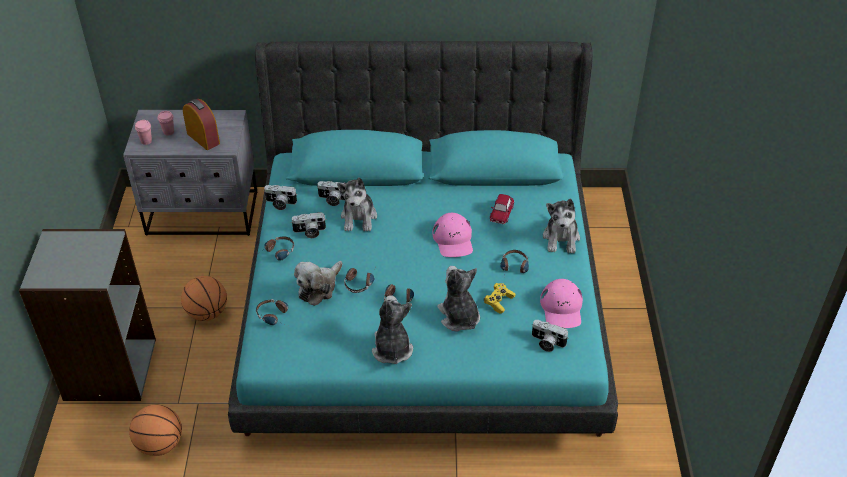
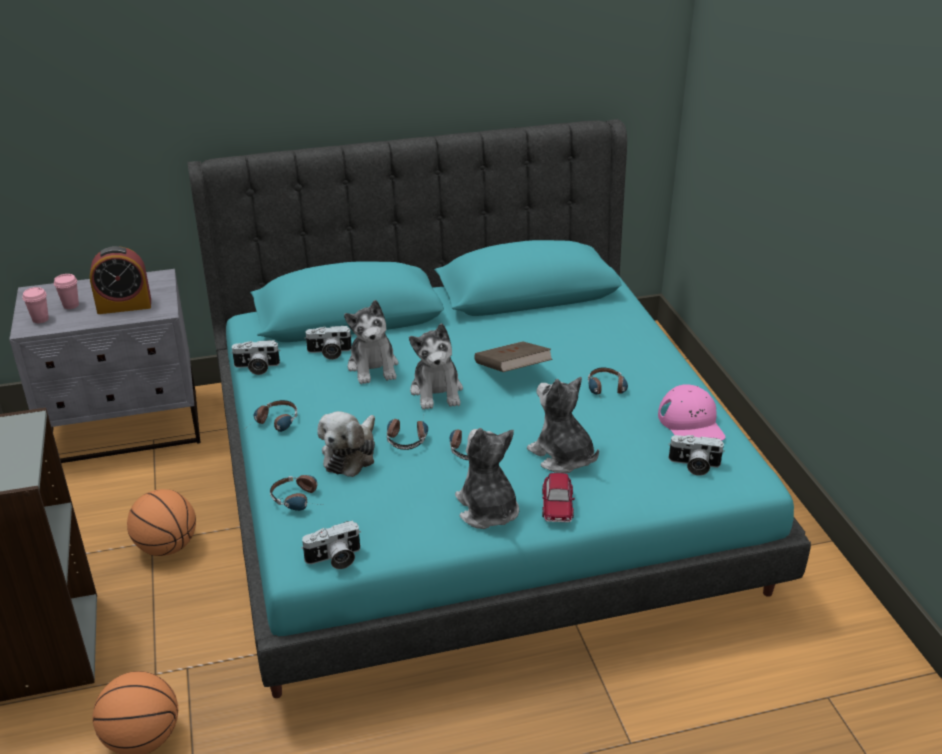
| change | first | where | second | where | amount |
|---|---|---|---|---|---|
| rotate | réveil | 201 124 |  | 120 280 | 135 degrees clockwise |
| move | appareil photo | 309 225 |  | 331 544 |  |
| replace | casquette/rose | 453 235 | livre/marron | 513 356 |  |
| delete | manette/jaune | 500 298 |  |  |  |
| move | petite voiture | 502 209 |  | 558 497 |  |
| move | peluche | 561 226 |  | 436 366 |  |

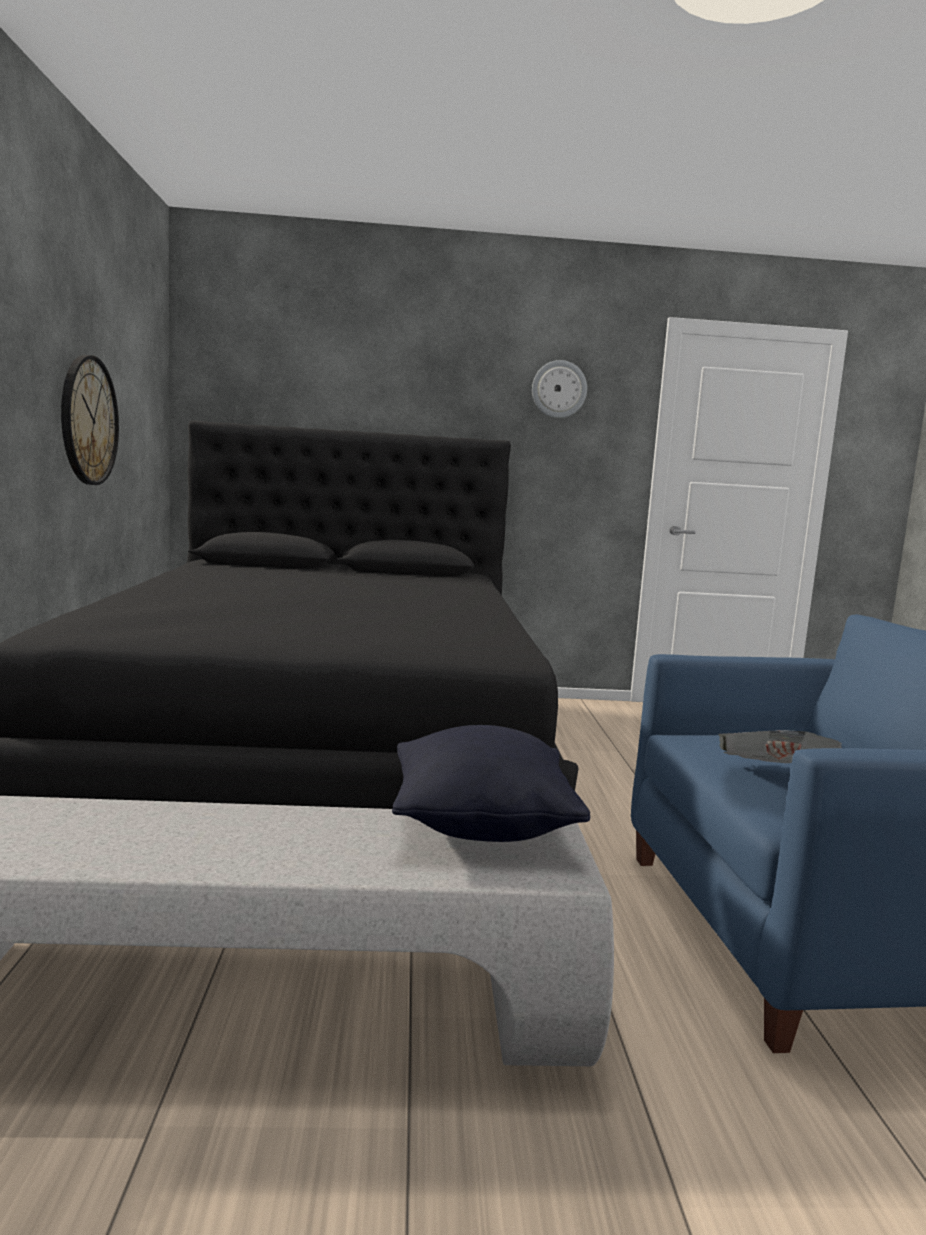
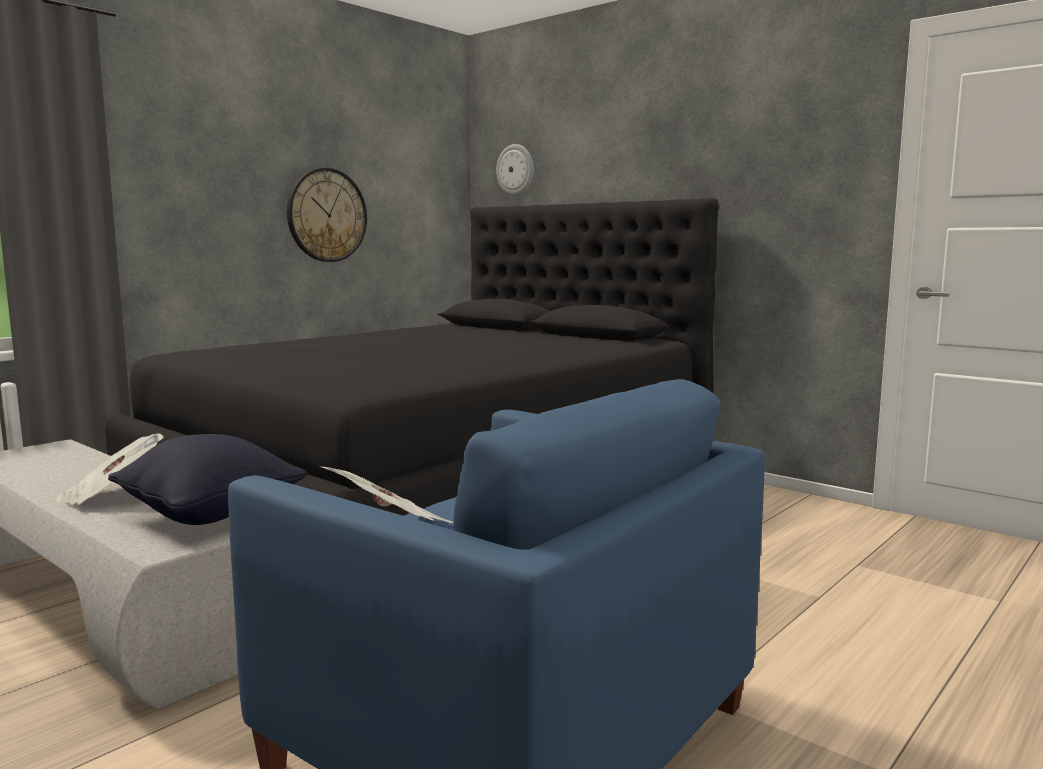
| change | first | where | second | where | amount |
|---|---|---|---|---|---|
| move | horloge murale | 559 389 |  | 515 169 |  |
| insert |  |  | journal | 109 469 |  |

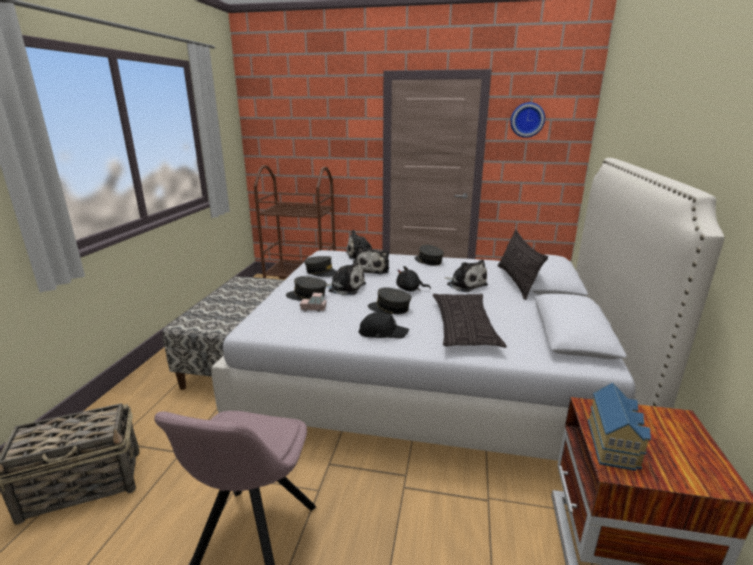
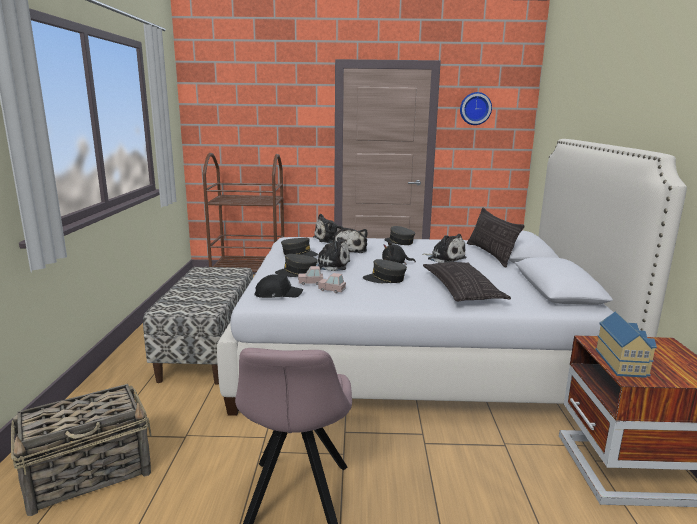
| change | first | where | second | where | amount |
|---|---|---|---|---|---|
| move | casquette/noir | 384 325 |  | 278 286 |  |
| insert |  |  | petite voiture/rose | 332 283 |  |

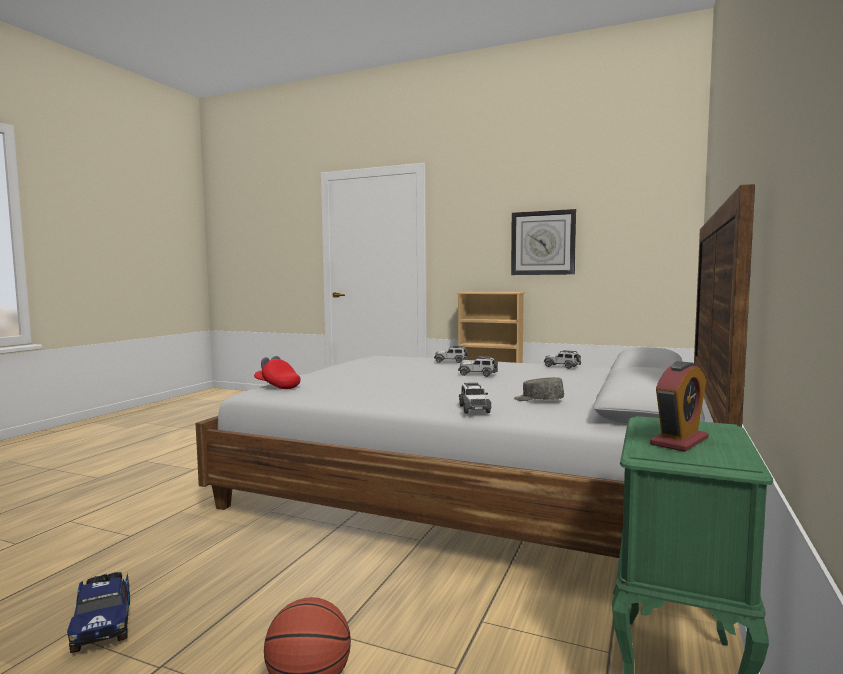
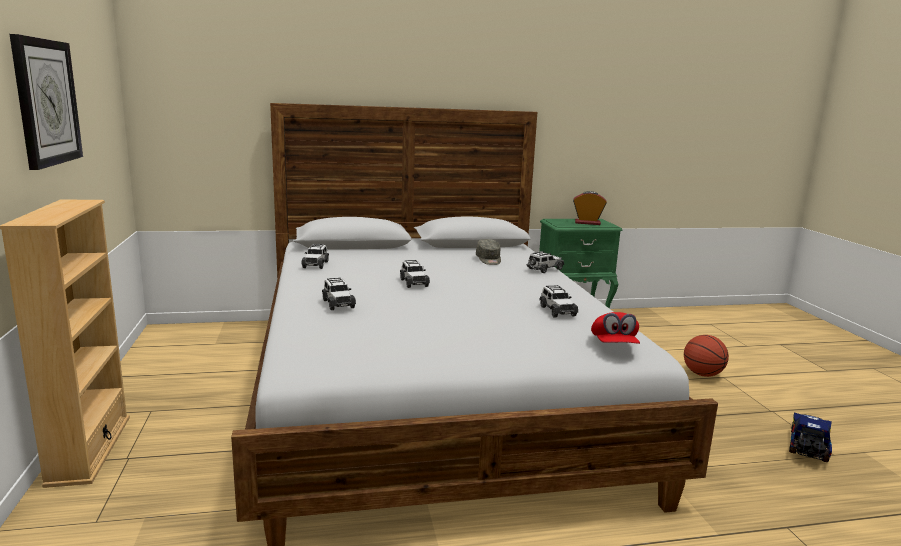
| change | first | where | second | where | amount |
|---|---|---|---|---|---|
| insert |  |  | petite voiture | 559 301 |  |

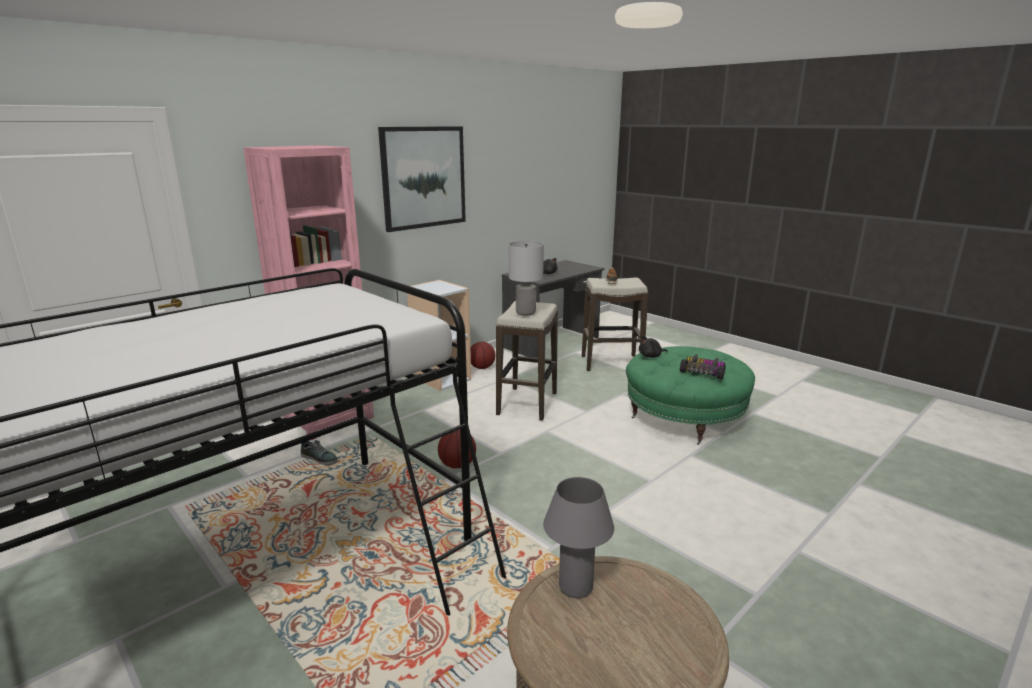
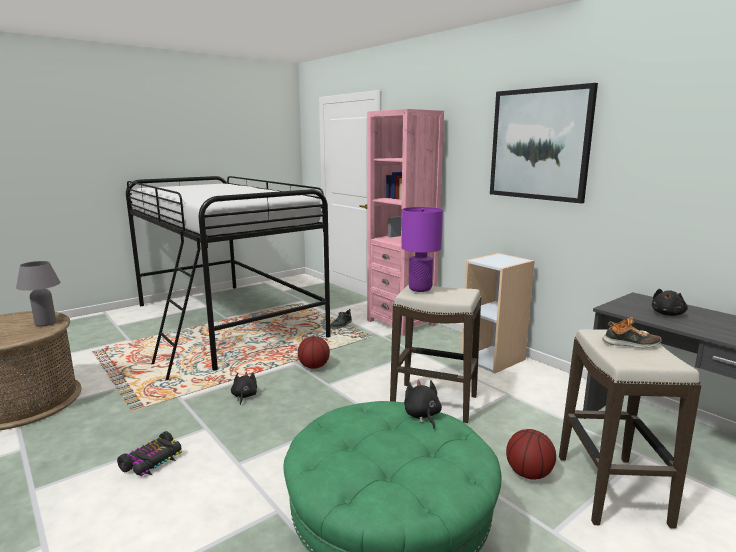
| change | first | where | second | where | amount |
|---|---|---|---|---|---|
| move | ballon de basket | 483 355 |  | 531 454 |  |
| recolor | lampe de table/gris | 526 278 | lampe de table/violet | 422 249 |  |
| move | petite voiture | 703 367 |  | 149 453 |  |
| insert |  |  | peluche/noir | 244 388 |  |

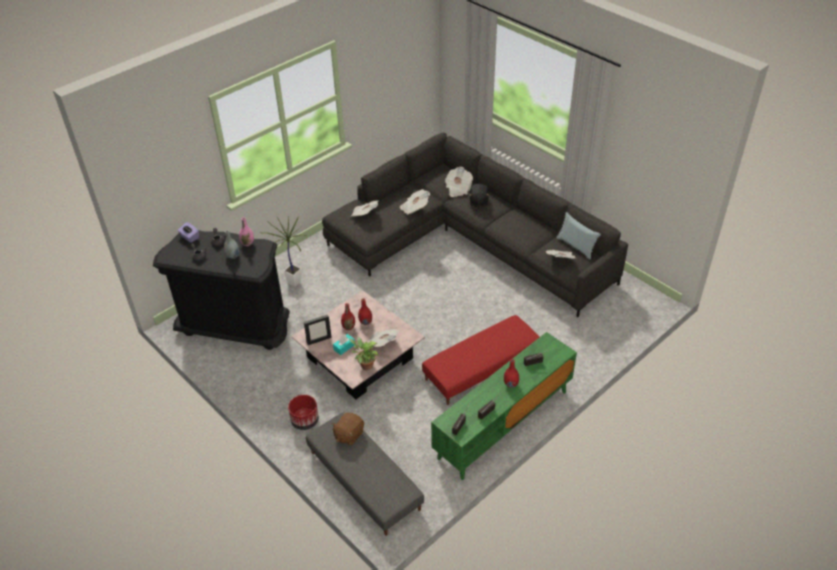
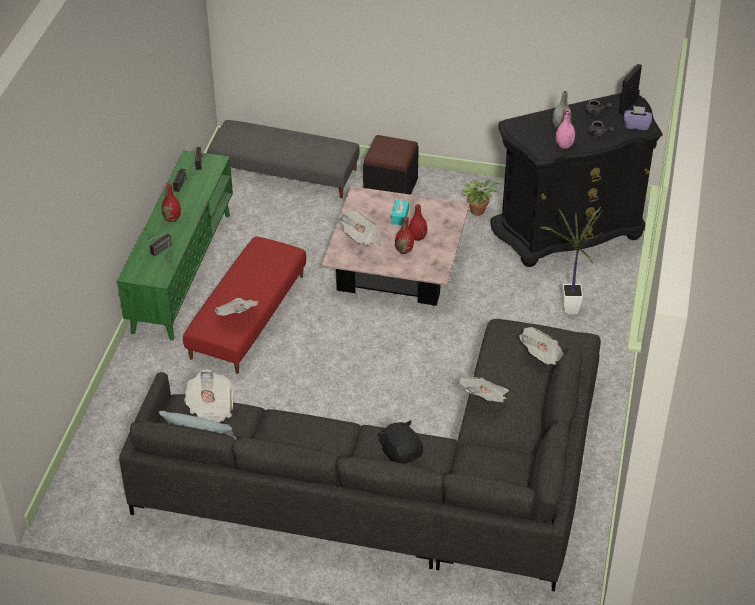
| change | first | where | second | where | amount |
|---|---|---|---|---|---|
| replace | cache-pot/rouge | 303 412 | pouf/noir | 391 165 |  |
| move | cadre photo | 318 330 |  | 630 89 |  |
| delete | peluche/marron | 348 429 |  |  |  |
| move | plante en pot | 364 353 |  | 482 198 |  |
| move | journal | 459 182 |  | 236 307 |  |

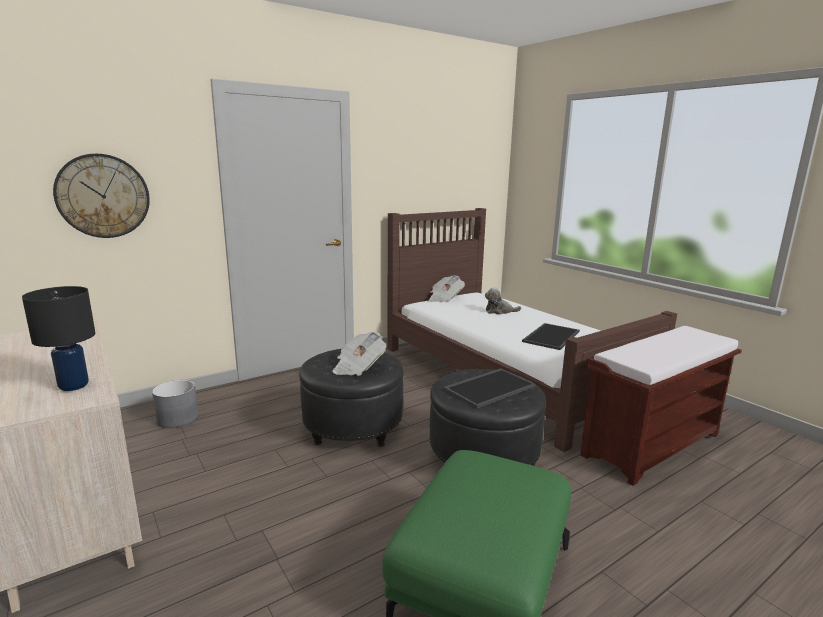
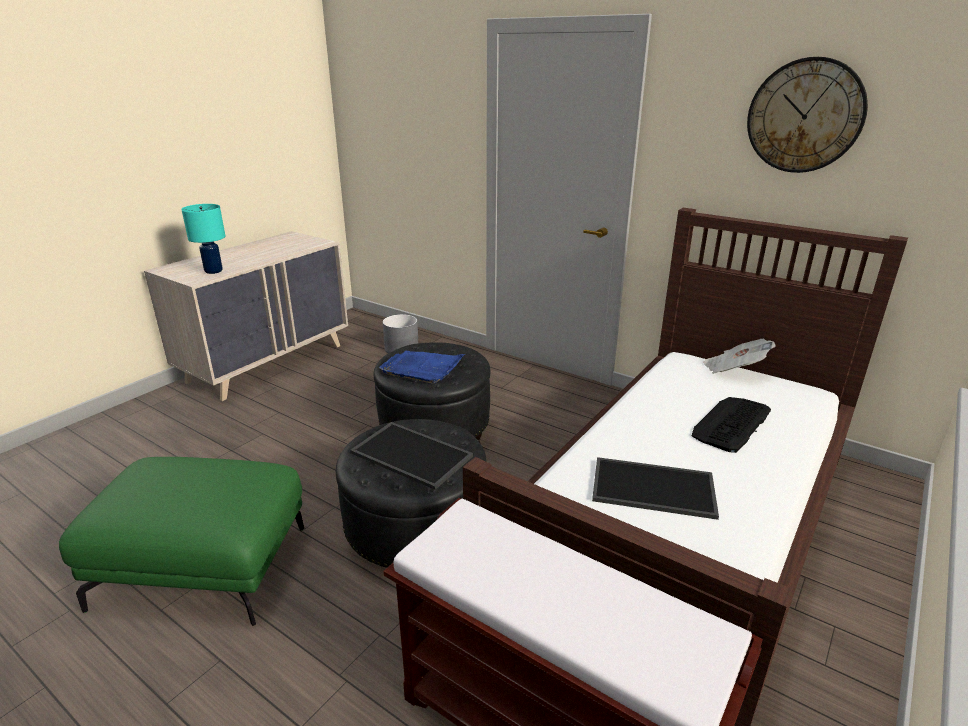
| change | first | where | second | where | amount |
|---|---|---|---|---|---|
| recolor | lampe de table/noir | 58 338 | lampe de table/turquoise | 203 239 |  |
| move | horloge murale | 101 196 |  | 807 115 |  |
| replace | journal | 359 354 | plateau/bleu | 422 367 |  |
| replace | peluche | 503 301 | clavier | 731 425 |  |

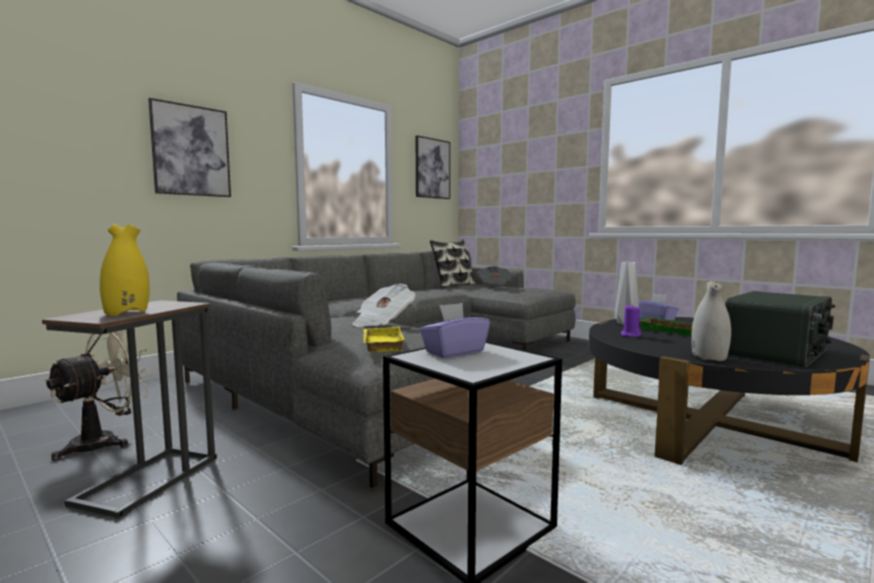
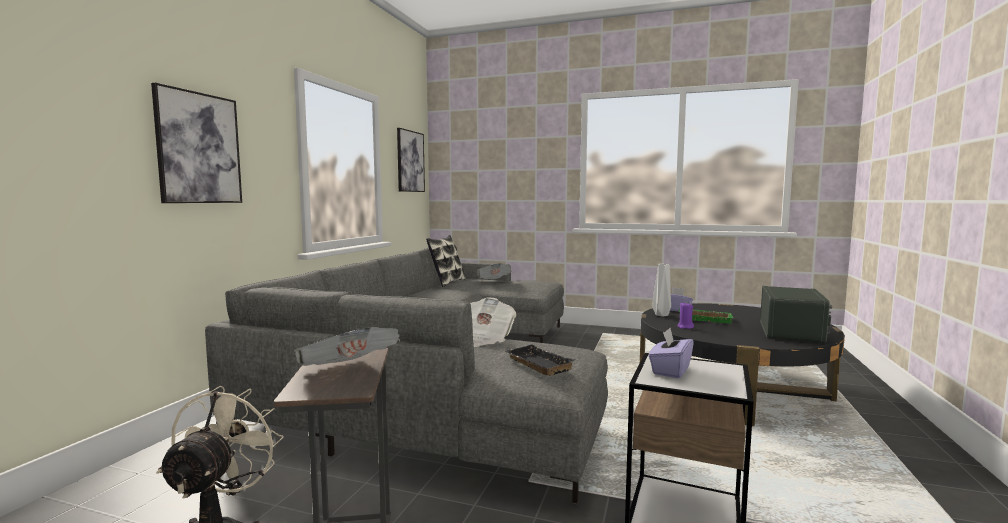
| change | first | where | second | where | amount |
|---|---|---|---|---|---|
| replace | vase/jaune | 125 270 | journal | 347 346 |  |
| recolor | plateau/jaune | 384 339 | plateau/noir | 540 360 |  |
| delete | vase/blanc | 711 321 |  |  |  |

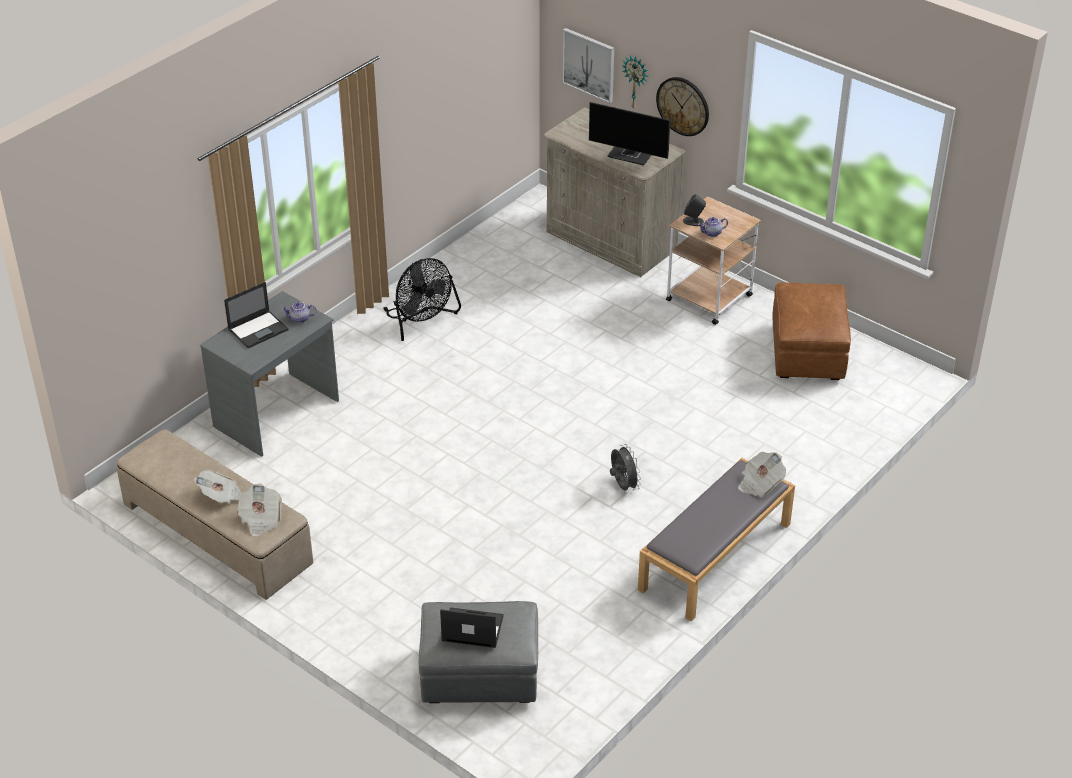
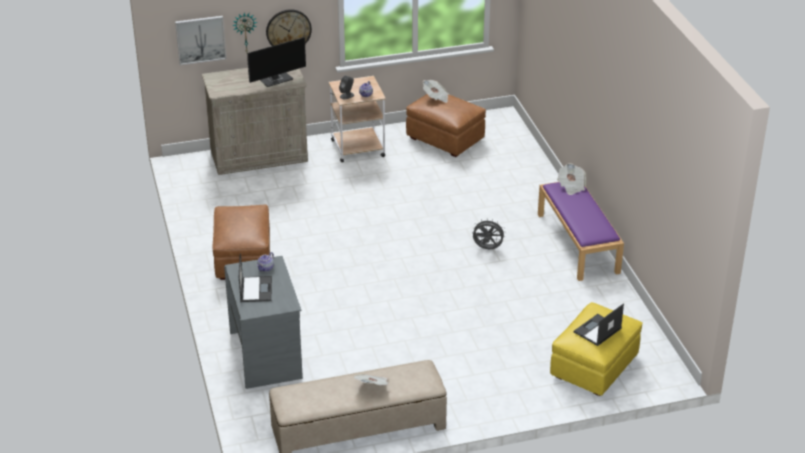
| change | first | where | second | where | amount |
|---|---|---|---|---|---|
| move | journal | 259 510 |  | 436 91 |  |
| replace | ventilateur/noir | 422 299 | pouf/marron | 241 242 |  |
| recolor | pouf/gris | 478 652 | pouf/jaune | 596 349 |  |
| recolor | banc/gris | 716 539 | banc/violet | 581 231 |  |

